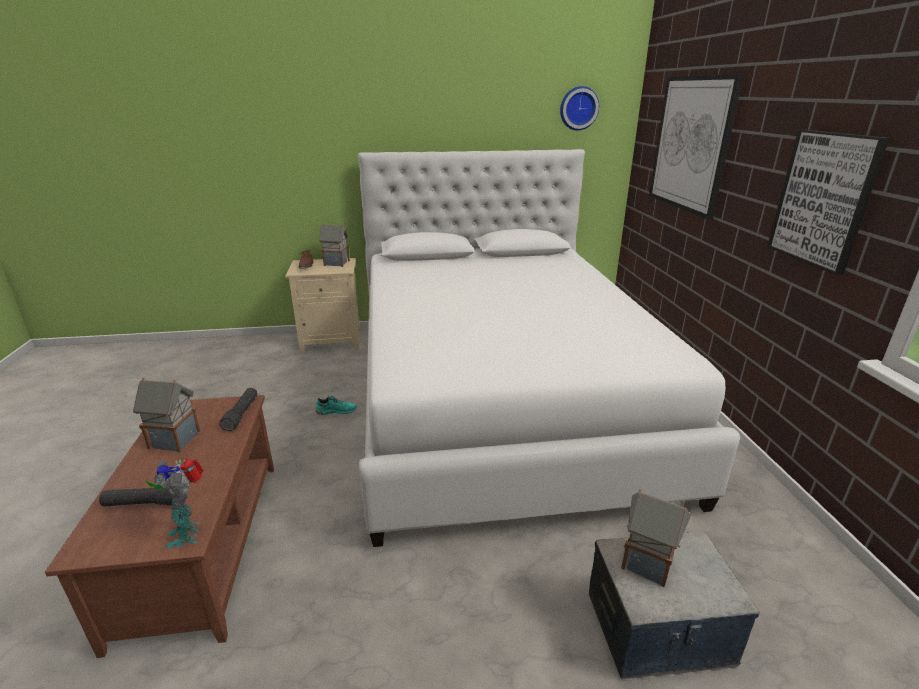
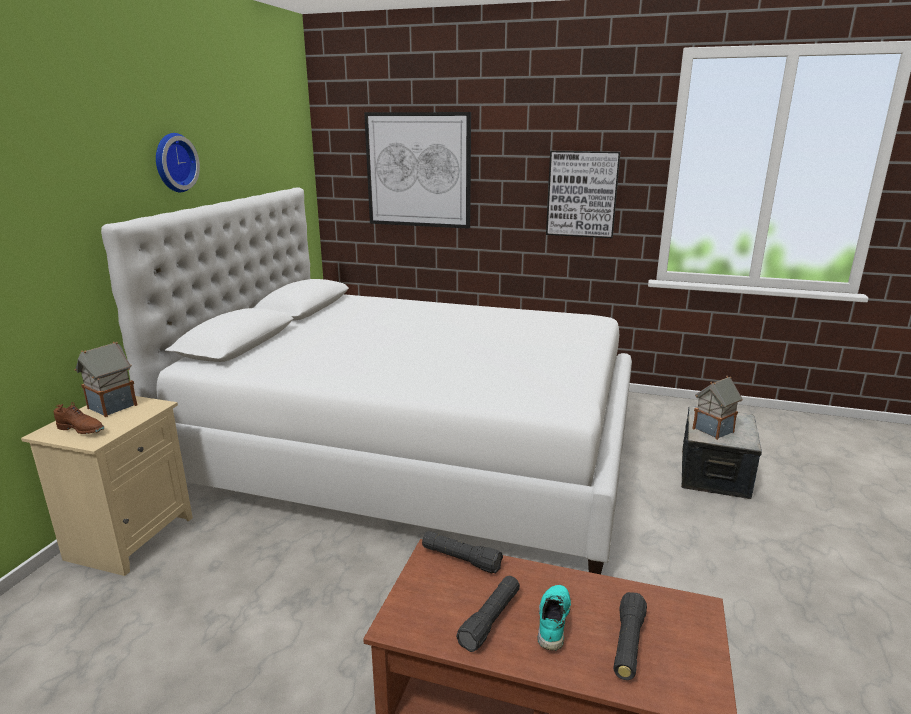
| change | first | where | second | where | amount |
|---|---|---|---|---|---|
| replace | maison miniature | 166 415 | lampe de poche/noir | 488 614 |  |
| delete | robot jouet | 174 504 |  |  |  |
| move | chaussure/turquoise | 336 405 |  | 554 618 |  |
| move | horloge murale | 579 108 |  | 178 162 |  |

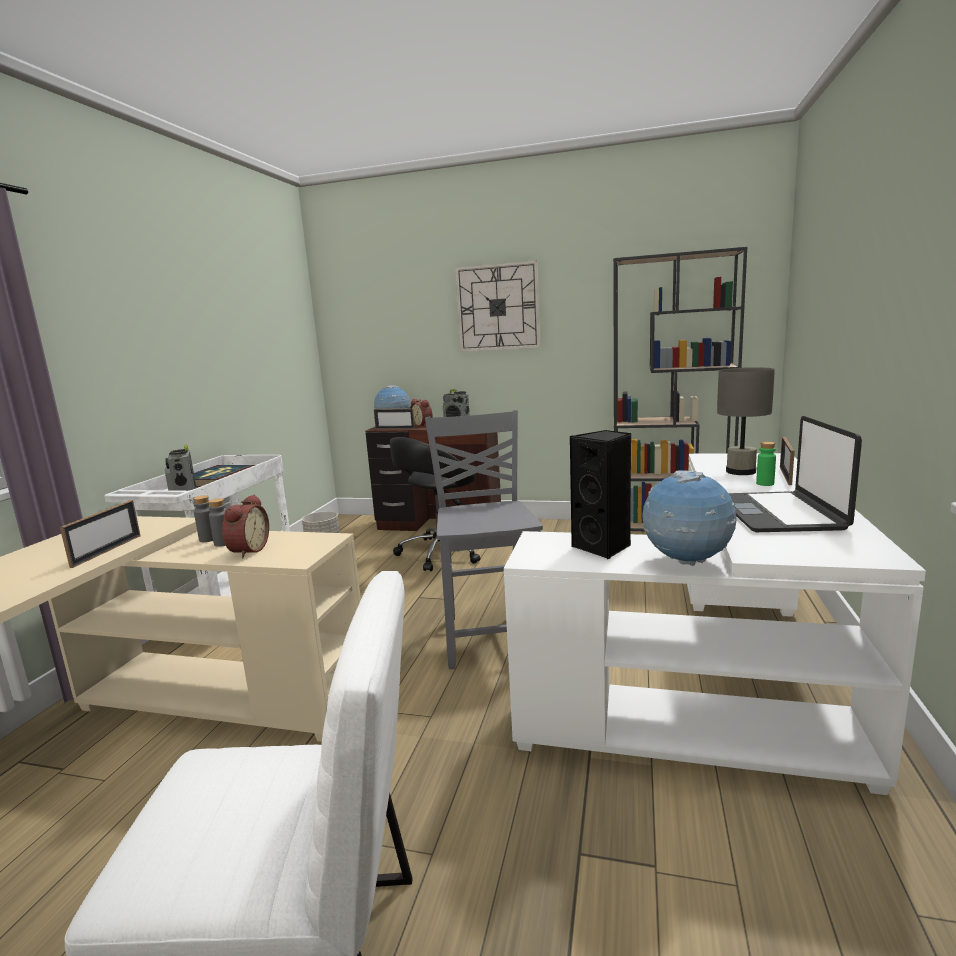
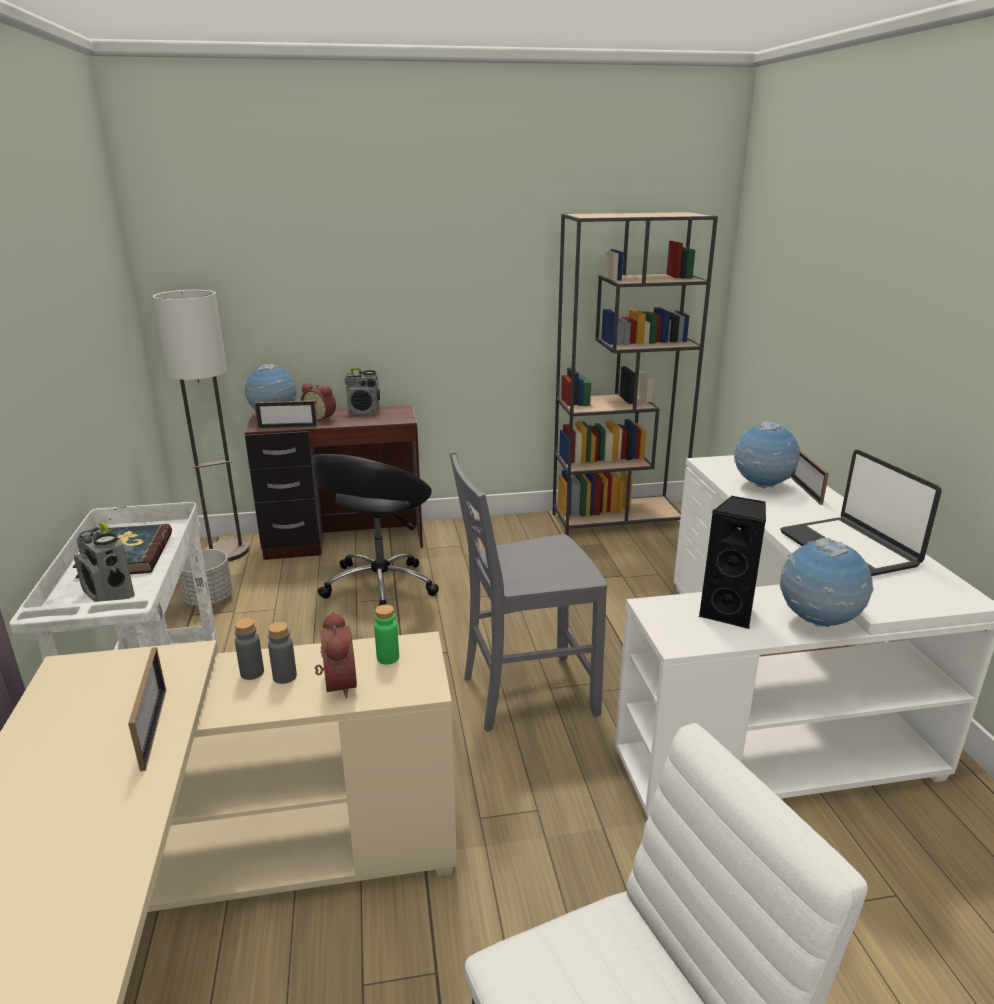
| change | first | where | second | where | amount |
|---|---|---|---|---|---|
| rotate | chaise/gris | 484 539 |  | 528 591 | 75 degrees counterclockwise |
| delete | horloge murale | 497 306 |  |  |  |
| replace | lampe de table/gris | 746 421 | globe | 767 455 |  |
| move | bouteille/vert | 766 464 |  | 386 634 |  |
| insert |  |  | lampadaire | 200 425 |  |

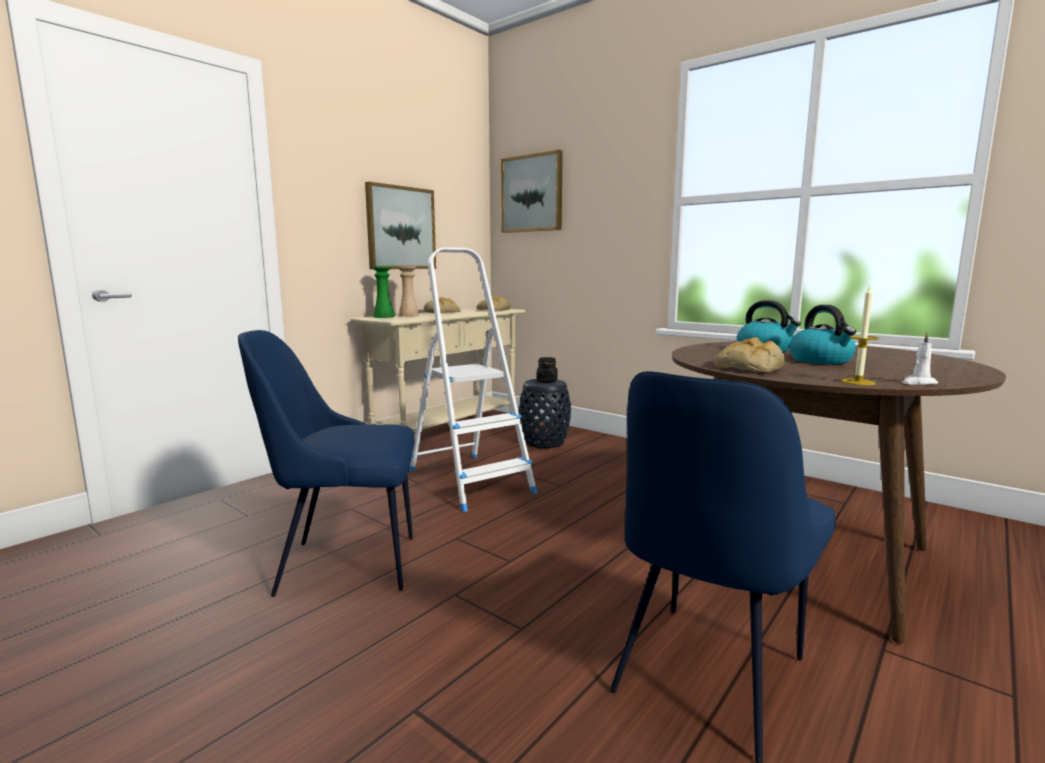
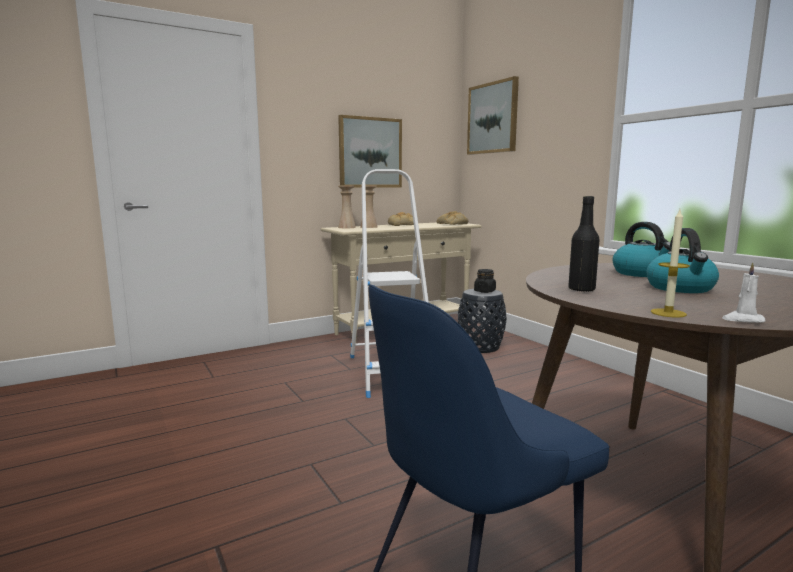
| change | first | where | second | where | amount |
|---|---|---|---|---|---|
| delete | chaise/bleu | 326 463 |  |  |  |
| recolor | vase/vert | 383 292 | vase/beige | 347 206 |  |
| replace | pain | 749 354 | bouteille/noir | 584 244 |  |

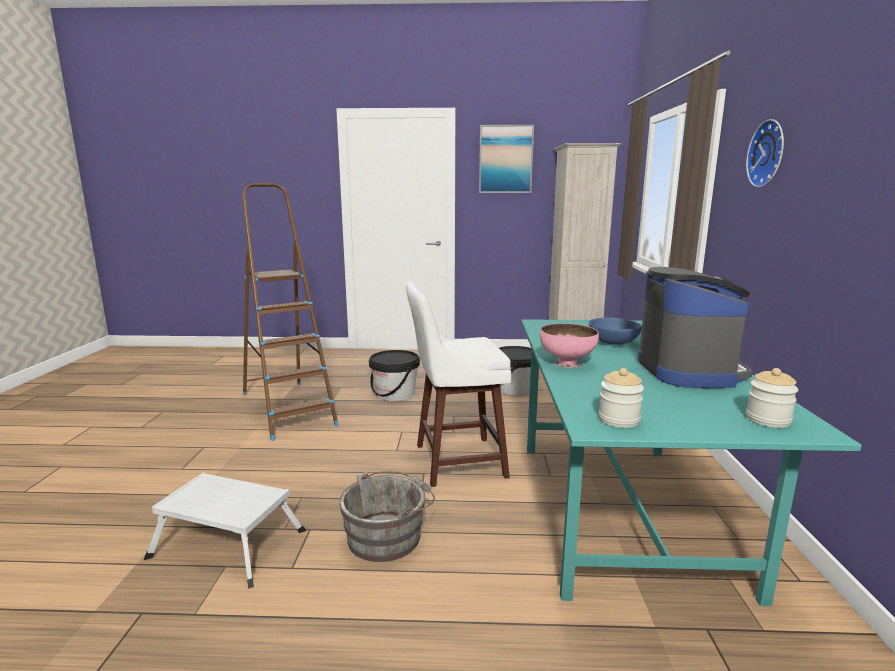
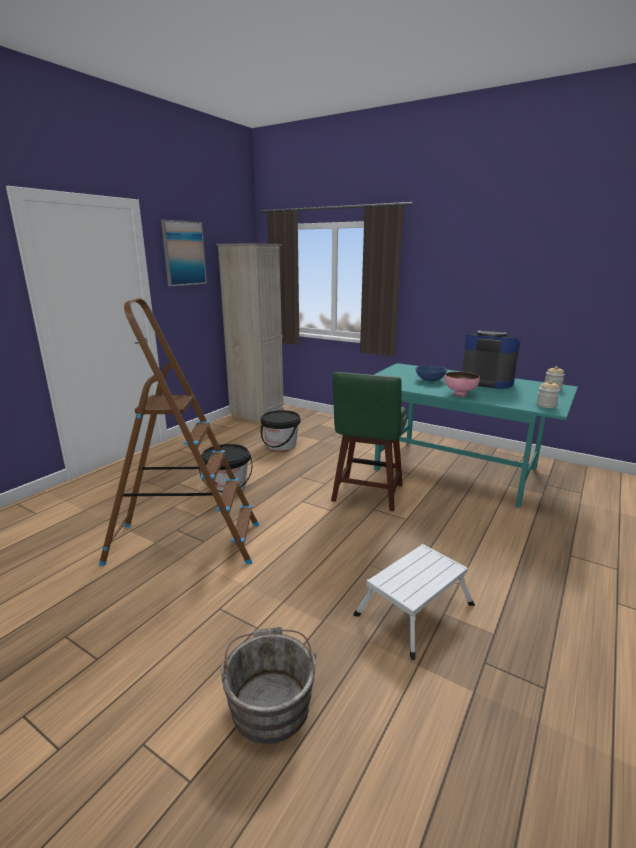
| change | first | where | second | where | amount |
|---|---|---|---|---|---|
| move | seau/gris | 387 516 |  | 268 685 |  |
| recolor | chaise/blanc | 458 384 | chaise/vert | 369 441 |  |
| delete | horloge murale | 765 153 |  |  |  |

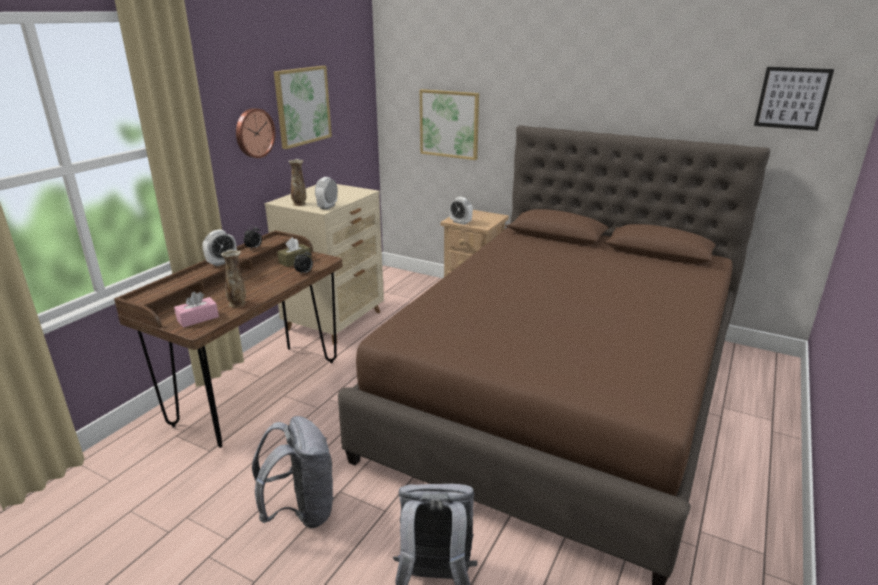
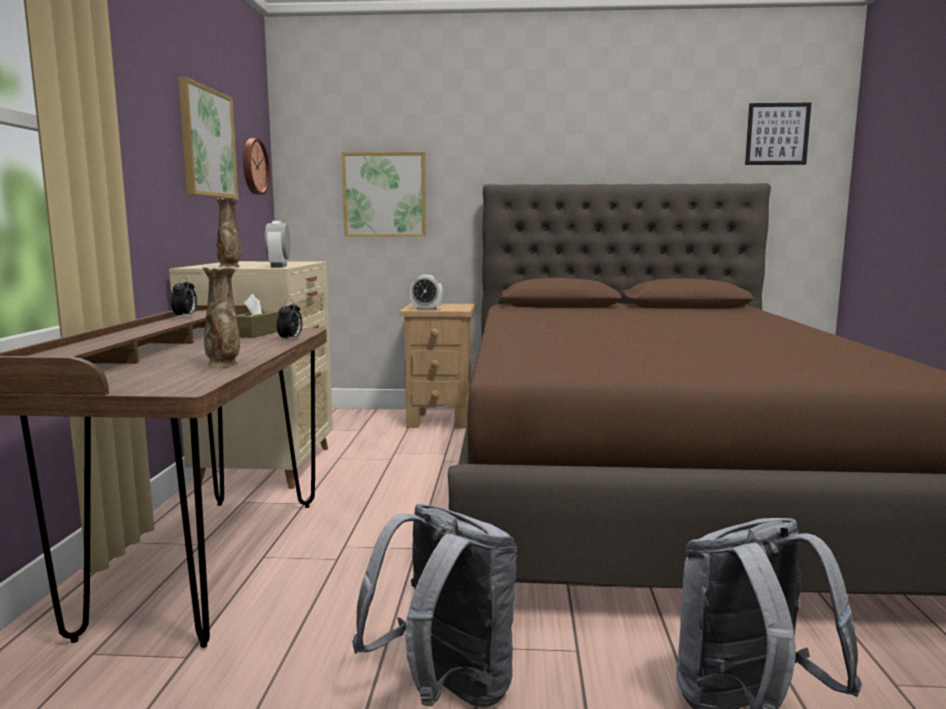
| change | first | where | second | where | amount |
|---|---|---|---|---|---|
| delete | boîte à mouchoirs/rose | 196 310 |  |  |  |
| delete | réveil | 219 247 |  |  |  |
| move | horloge murale | 256 133 |  | 256 166 |  |

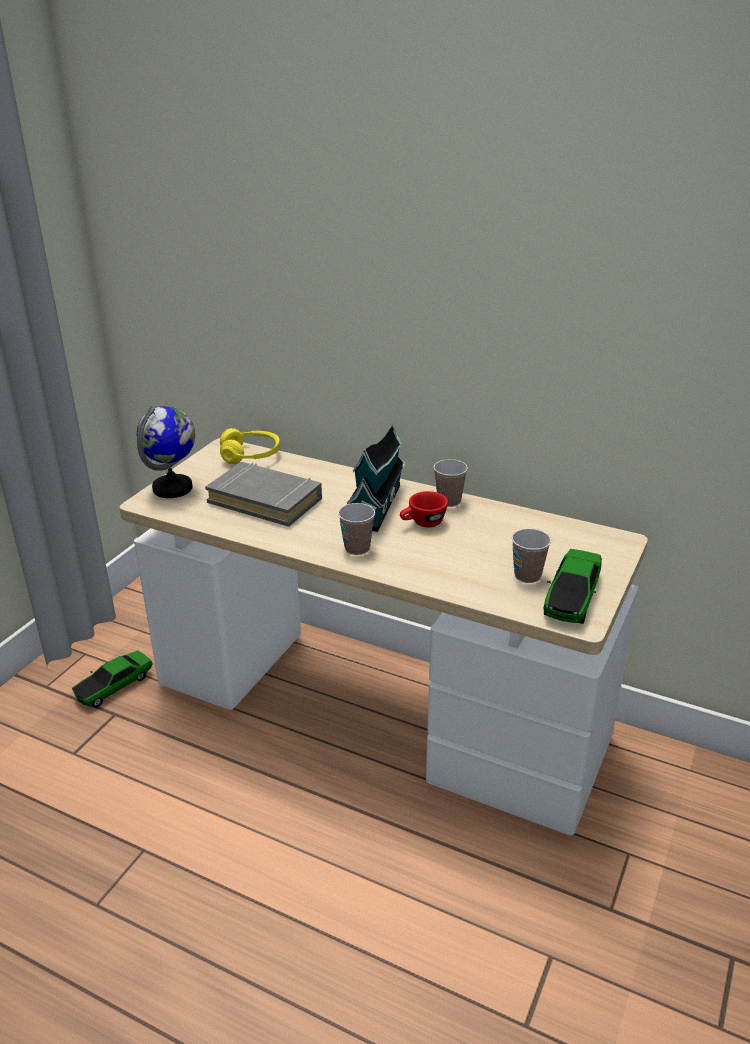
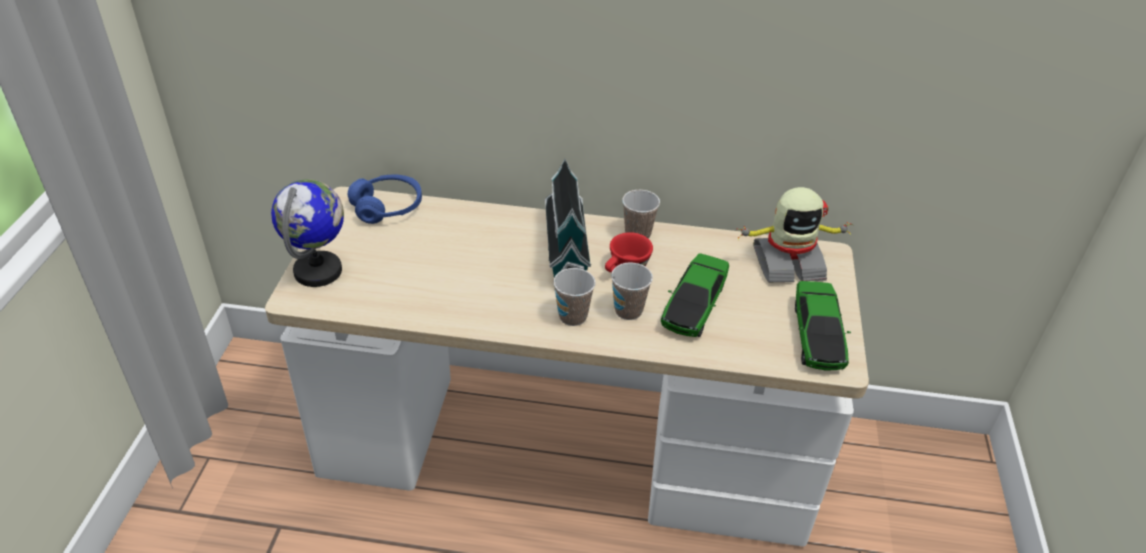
| change | first | where | second | where | amount |
|---|---|---|---|---|---|
| move | petite voiture | 112 679 |  | 695 295 |  |
| delete | livre/gris | 263 494 |  |  |  |
| recolor | casque audio/jaune | 250 446 | casque audio/bleu | 385 199 |  |
| move | tasse | 531 555 |  | 632 291 |  |
| insert |  |  | robot jouet | 795 235 |  |

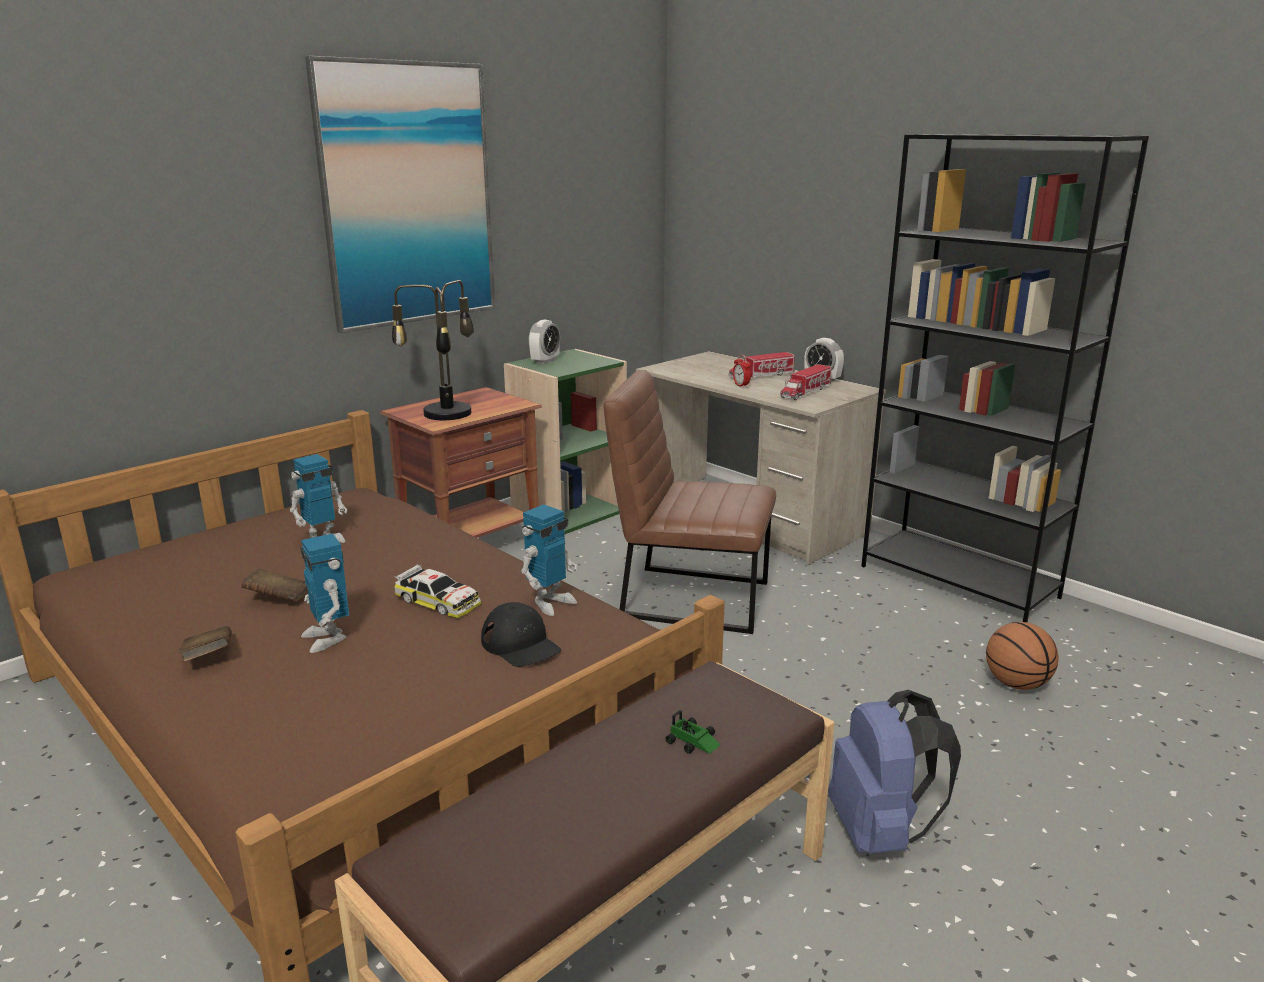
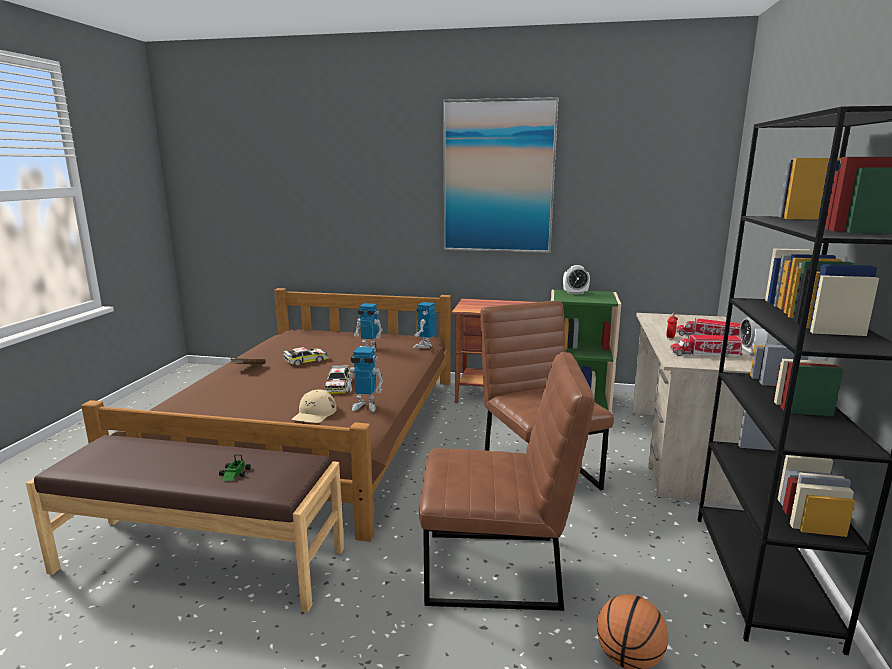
| change | first | where | second | where | amount |
|---|---|---|---|---|---|
| replace | livre/marron | 274 585 | petite voiture | 306 356 |  |
| move | robot jouet | 324 593 |  | 424 325 |  |
| delete | lampe de table | 433 350 |  |  |  |
| recolor | casquette/noir | 521 634 | casquette/beige | 314 406 |  |
| delete | sac à dos/bleu | 894 771 |  |  |  |
| insert |  |  | chaise/marron | 507 481 |  |

